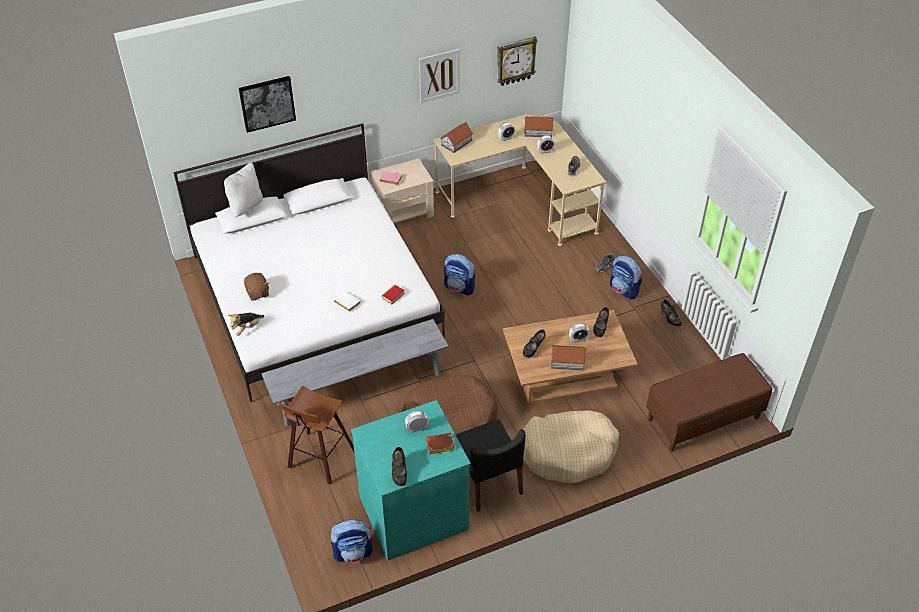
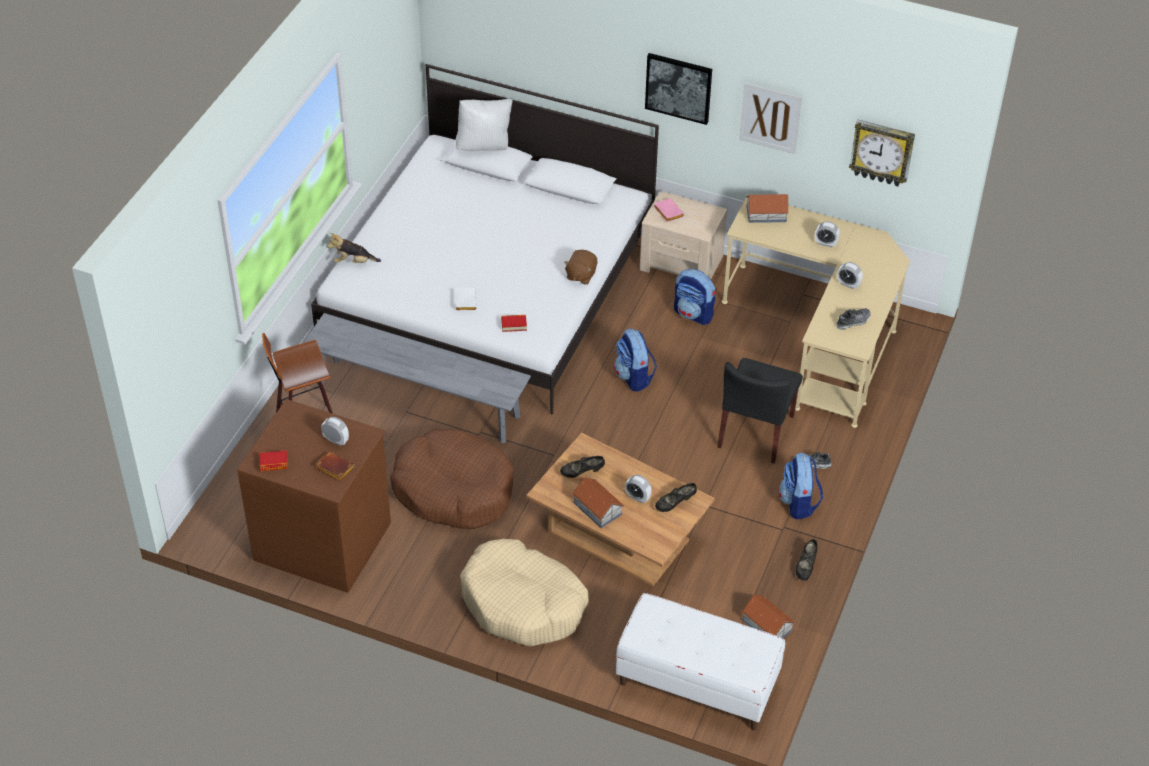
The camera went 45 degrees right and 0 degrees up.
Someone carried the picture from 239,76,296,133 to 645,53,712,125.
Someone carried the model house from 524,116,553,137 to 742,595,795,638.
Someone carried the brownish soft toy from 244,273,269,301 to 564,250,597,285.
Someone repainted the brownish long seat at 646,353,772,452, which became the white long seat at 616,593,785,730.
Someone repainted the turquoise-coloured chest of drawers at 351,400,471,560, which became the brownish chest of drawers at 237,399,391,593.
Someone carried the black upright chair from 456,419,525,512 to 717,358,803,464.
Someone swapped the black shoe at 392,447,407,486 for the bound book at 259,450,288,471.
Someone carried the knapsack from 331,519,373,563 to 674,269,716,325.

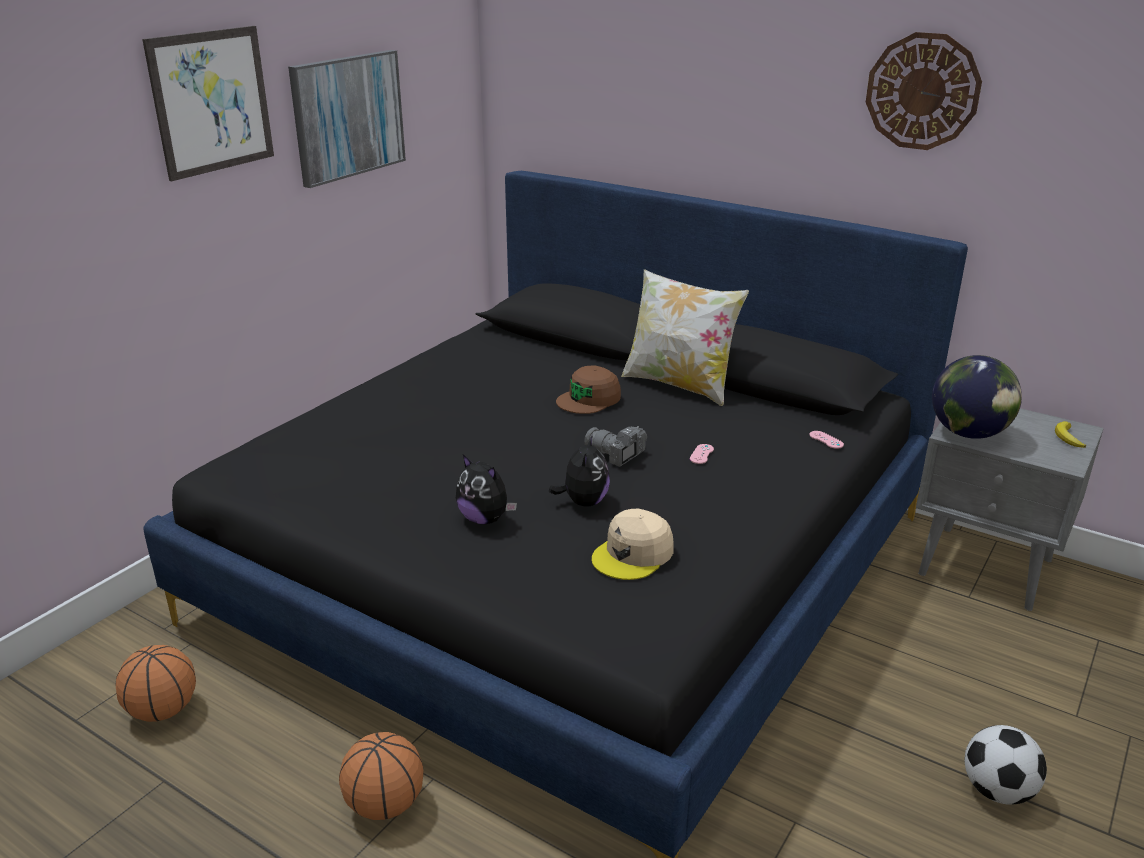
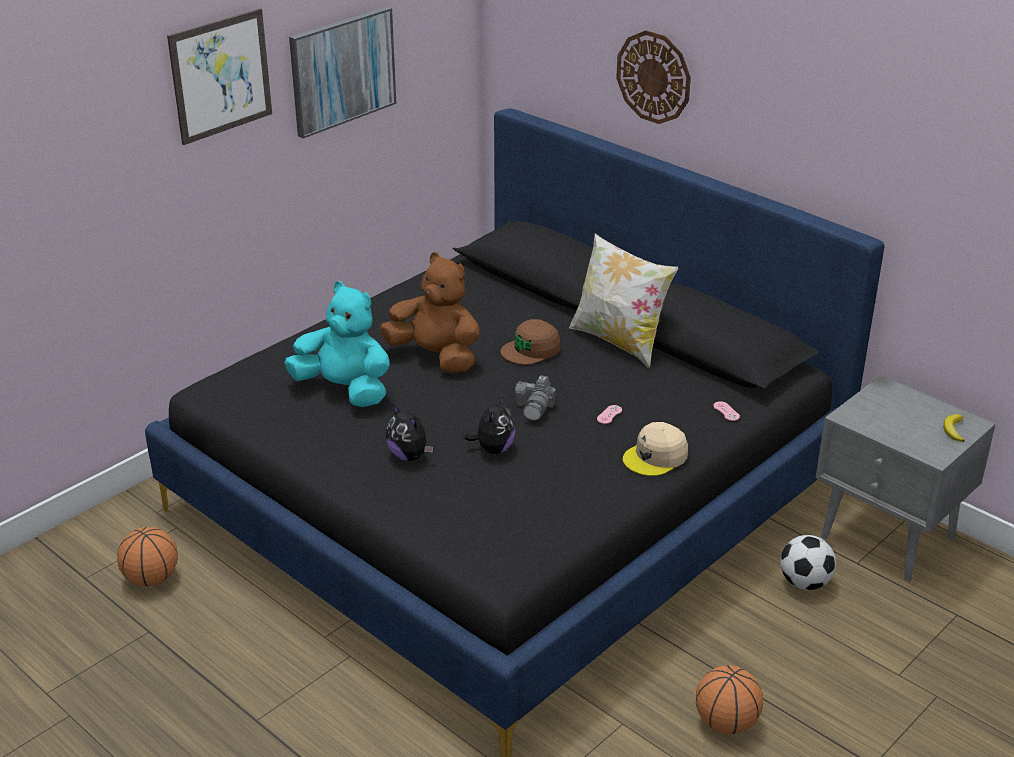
The camera went 10 degrees right and 5 degrees up.
Someone carried the hanging clock from 866,32,982,150 to 616,30,691,124.
Someone took away the globe at 932,355,1022,439.
Someone rotated the still camera at 584,426,647,467 by 120 degrees counterclockwise.
Someone carried the sand-coloured baseball cap from 592,508,674,580 to 623,422,688,476.
Someone carried the ball for football from 965,725,1047,805 to 780,535,836,590.
Someone carried the basketball ball from 339,732,424,820 to 696,665,763,734.
Someone put down the brownish soft toy at 380,252,480,374.
Someone put down the turquoise-coloured soft toy at 284,282,389,407.

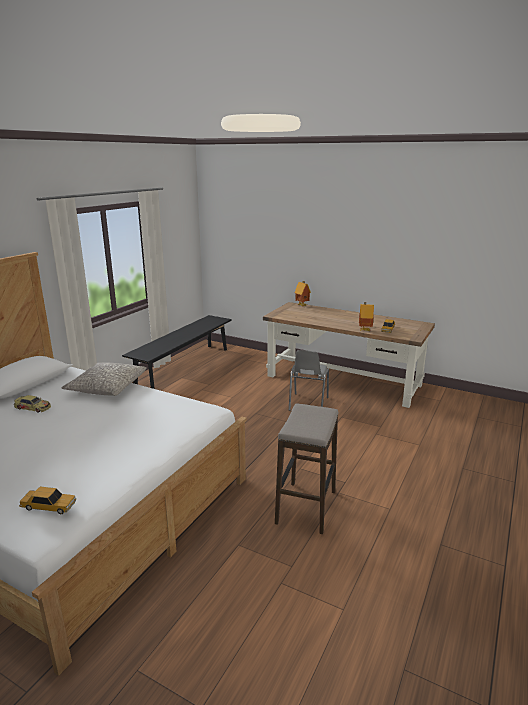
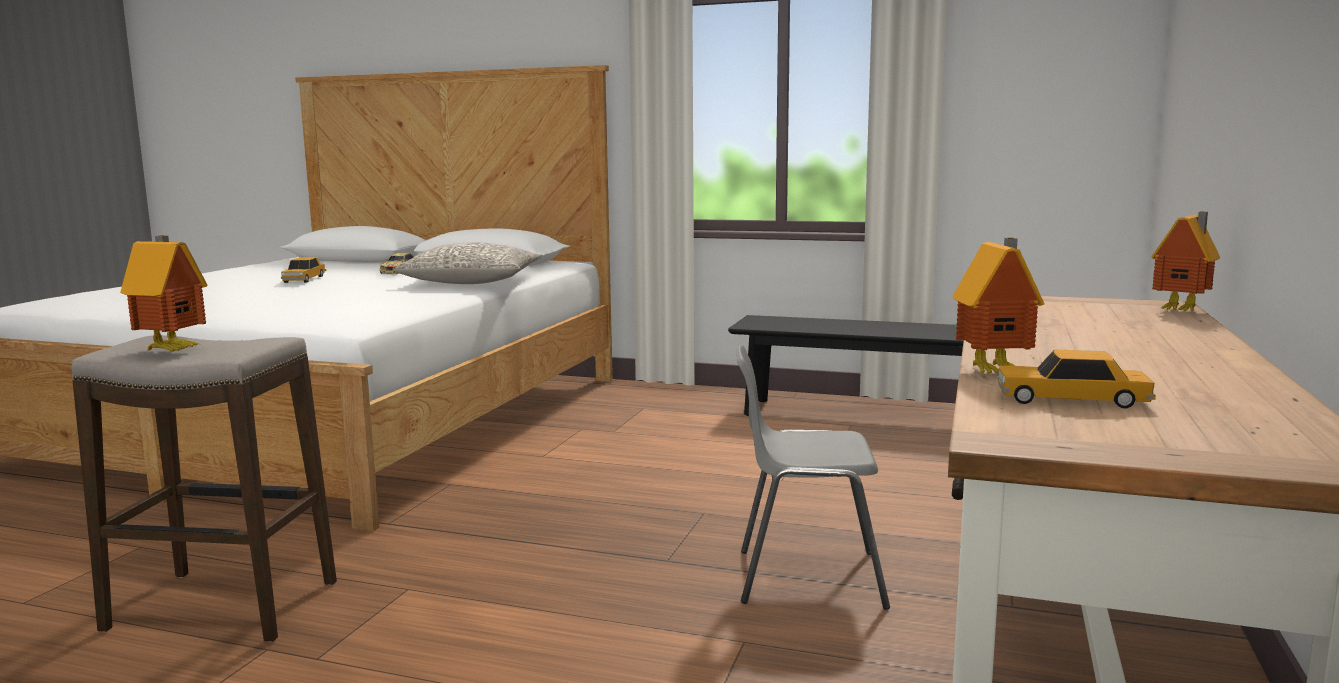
The camera went 80 degrees right and 10 degrees down.
Someone carried the toy car from 19,486,76,514 to 281,257,326,283.
Someone put down the model house at 120,235,208,352.

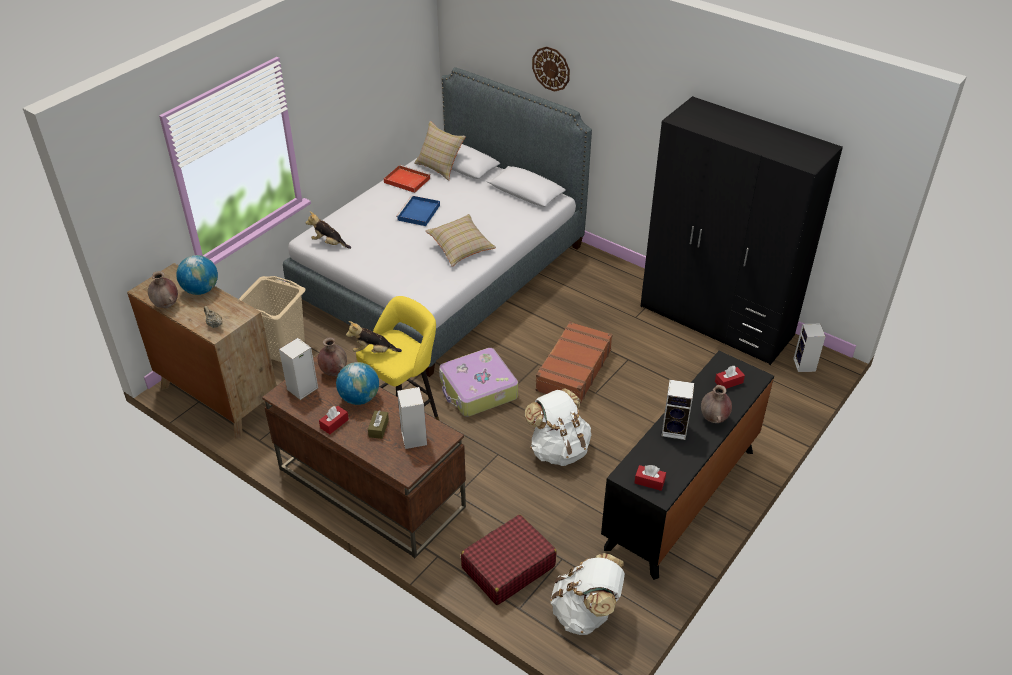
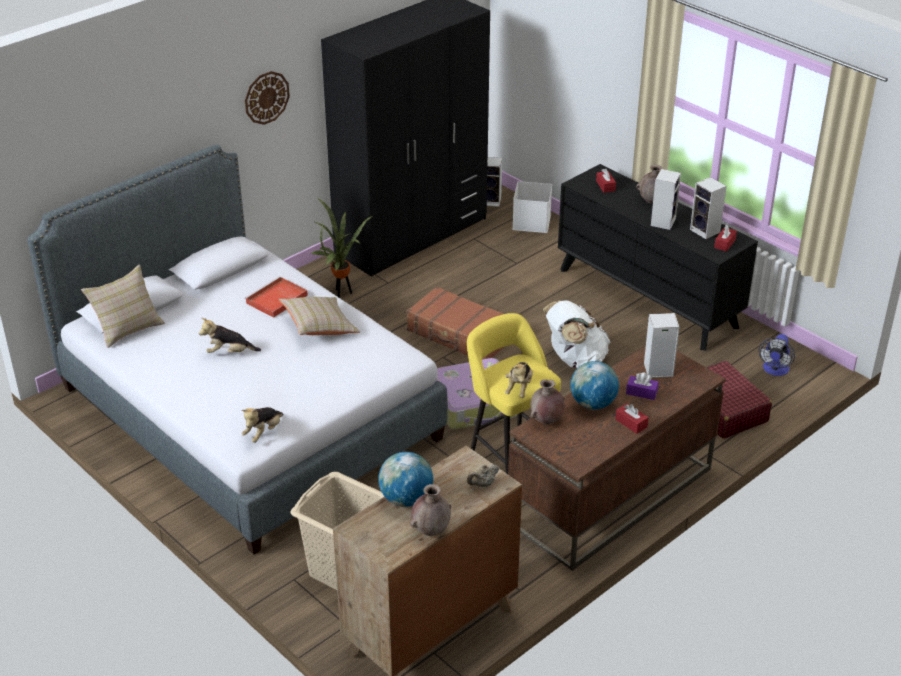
The camera went 80 degrees left and 5 degrees down.
Someone carried the hanging clock from 532,47,570,92 to 245,71,290,125.
Someone carried the reddish serving tray from 384,165,431,193 to 245,276,308,318.
Someone swapped the blue-coloured serving tray at 396,196,440,226 for the soft toy at 199,318,261,353.
Someone carried the speaker from 279,338,318,400 to 690,177,727,239.
Someone repainted the brownish box of tissues at 368,411,389,439, which became the purplish box of tissues at 626,372,659,400.
Someone swapped the white knapsack at 550,553,625,635 for the cooling fan at 758,334,795,376.
Someone put down the white storage box at 512,181,552,233.
Someone put down the plant in a pot at 311,199,372,298.

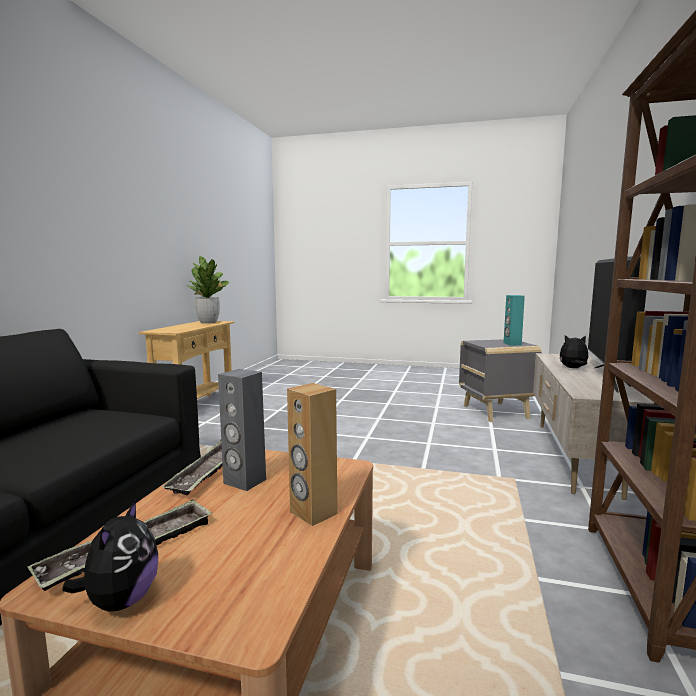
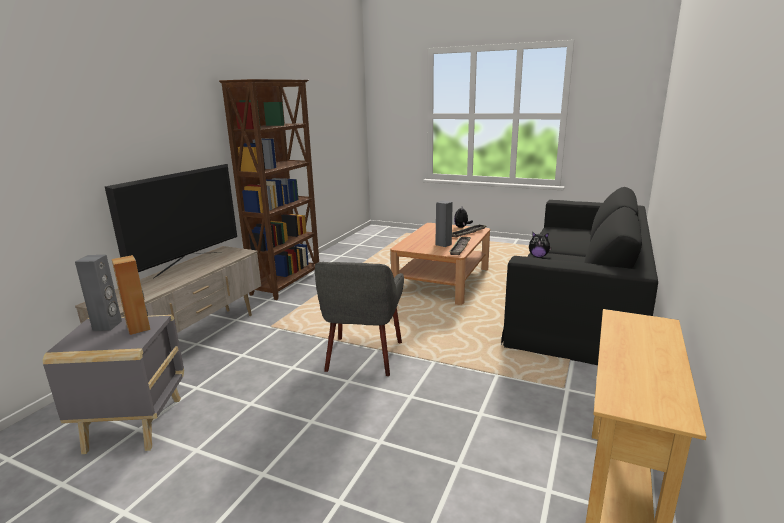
The camera went 170 degrees left and 10 degrees up.
Someone took away the plant in a pot at 186,256,229,324.
Someone repainted the turquoise-coloured speaker at 504,295,525,346, which became the grey speaker at 75,255,122,331.
Someone carried the soft toy from 560,335,588,368 to 529,232,552,257.
Someone carried the brownish speaker from 287,383,338,526 to 112,255,150,335.
Someone put down the grey easy chair at 315,262,404,376.

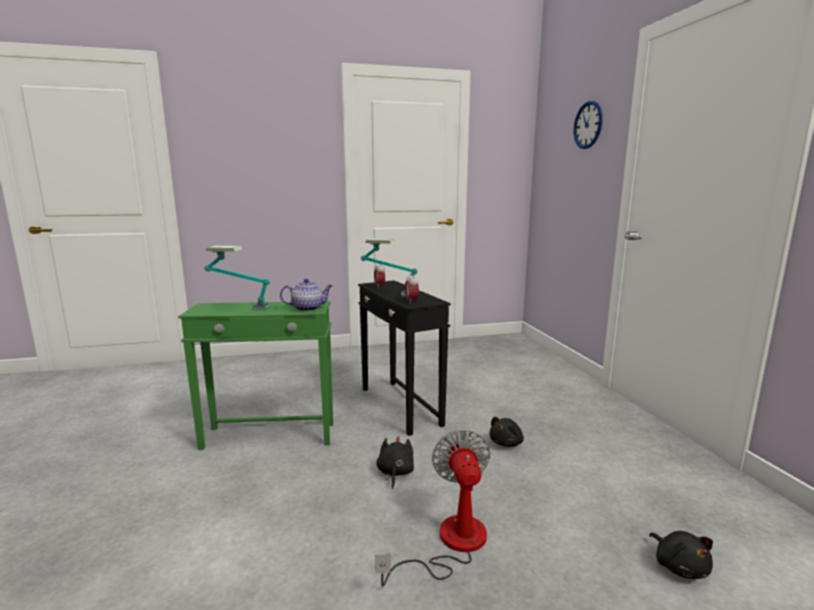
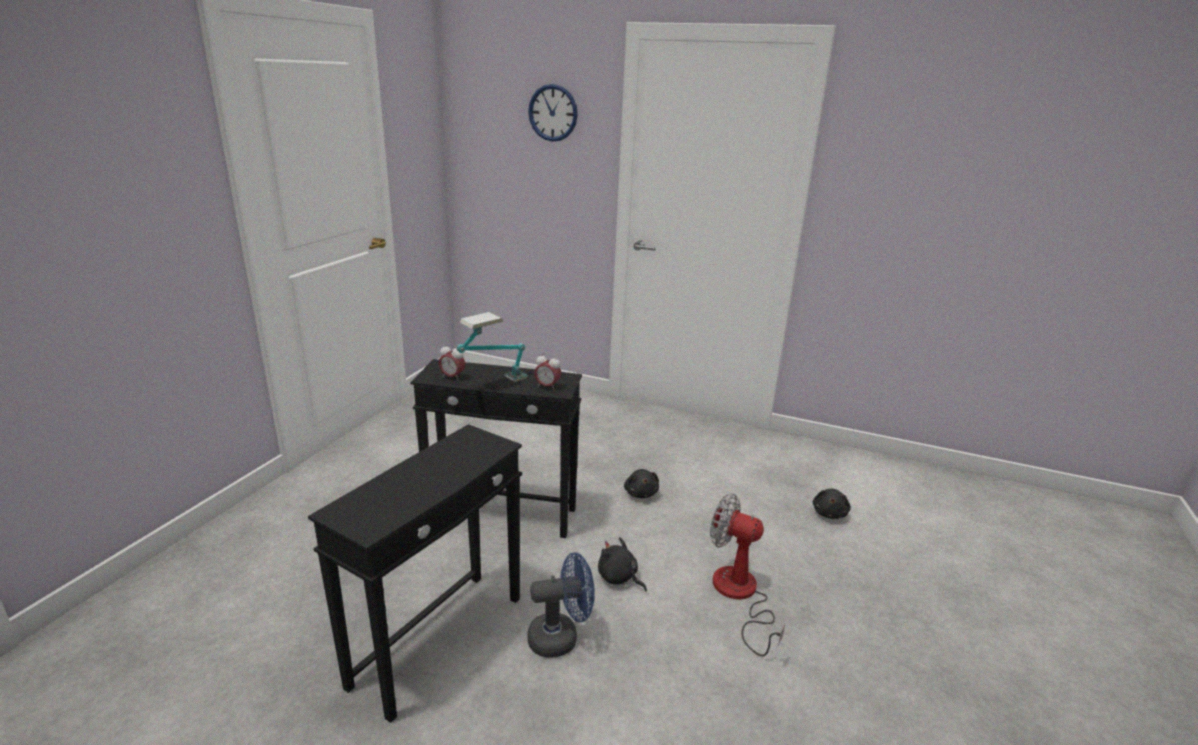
The camera went 55 degrees left and 10 degrees up.
Someone took away the table lamp at 204,245,271,310.
Someone took away the pot for tea at 280,279,333,311.
Someone repainted the green-coloured end table at 178,301,333,450, which became the black end table at 308,424,522,723.
Someone rotated the black soft toy at 649,531,713,579 by 90 degrees clockwise.
Someone put down the blue-coloured cooling fan at 527,552,595,658.

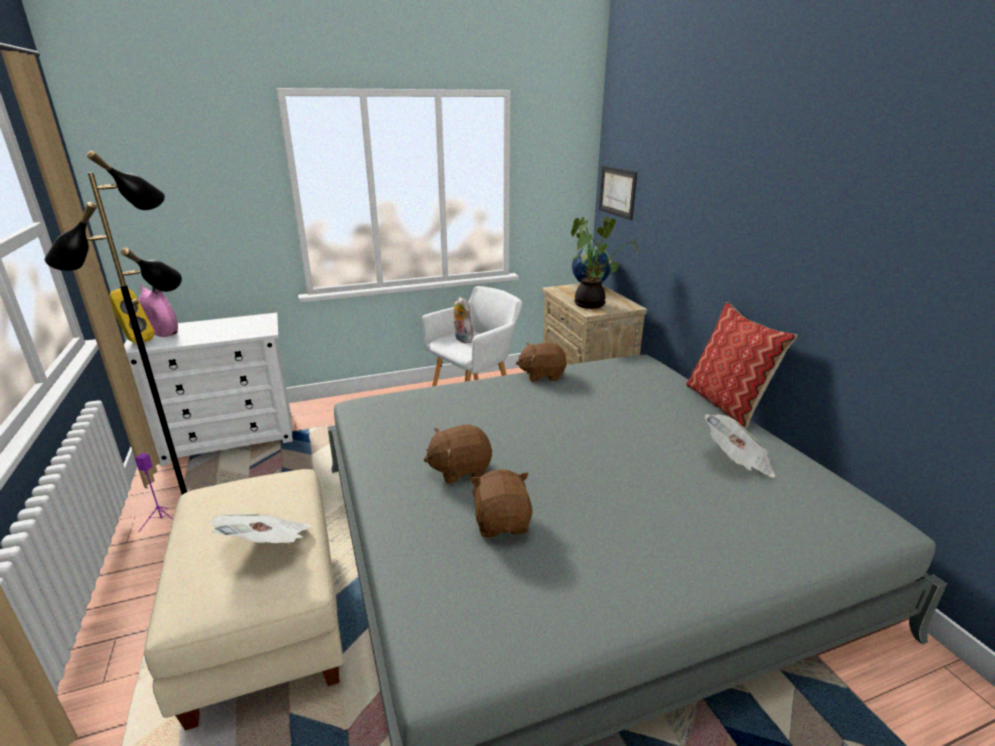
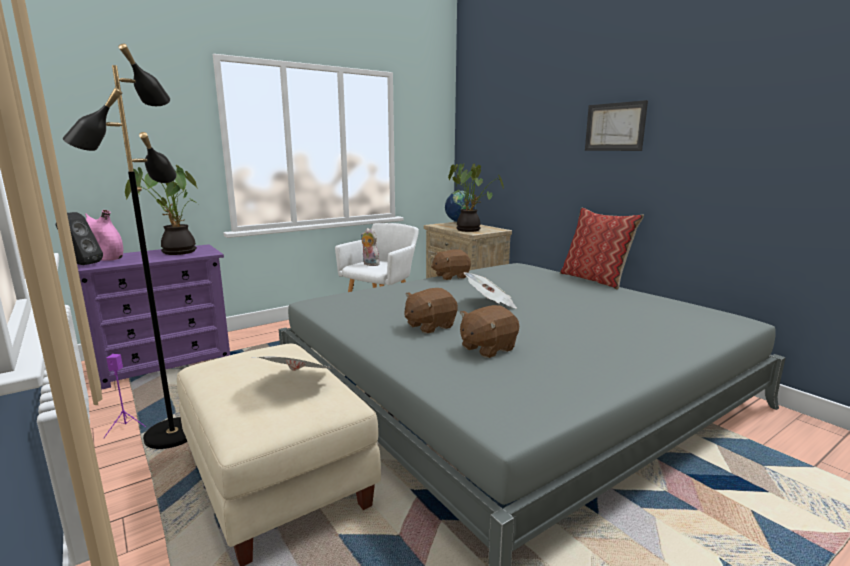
The camera went 15 degrees left and 10 degrees down.
Someone carried the picture from 599,166,637,220 to 585,100,648,151.
Someone repainted the yellow speaker at 109,288,154,344, which became the black speaker at 56,212,103,265.
Someone repainted the white chest of drawers at 124,313,293,466, which became the purplish chest of drawers at 77,244,230,390.
Someone carried the printed paper from 705,414,776,478 to 464,272,518,309.
Someone rotated the brownish soft toy at 469,469,533,537 by 105 degrees counterclockwise.
Someone put down the plant in a pot at 125,165,198,255.

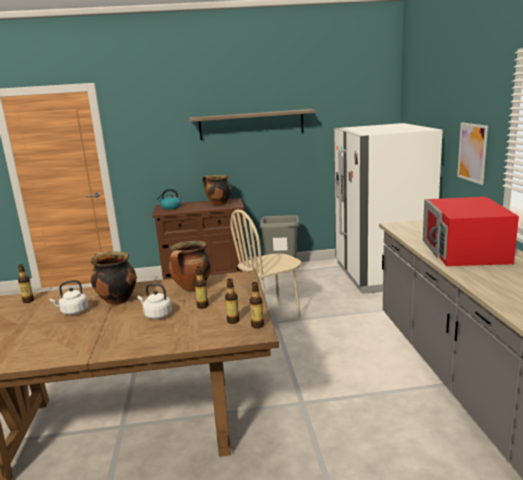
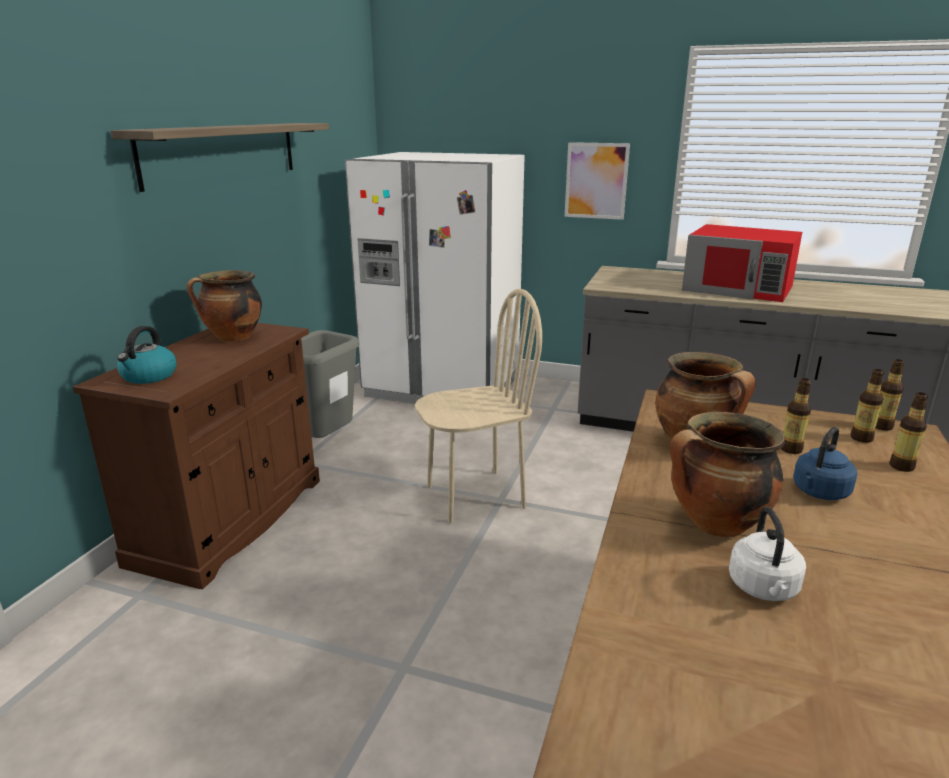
The camera went 65 degrees left and 5 degrees up.
Someone rotated the sand-coloured upright chair at 230,209,301,317 by 105 degrees counterclockwise.
Someone carried the bottle from 18,264,34,303 to 889,392,928,472.
Someone repainted the white tea kettle at 138,283,172,319, which became the blue-coloured tea kettle at 793,427,857,500.

